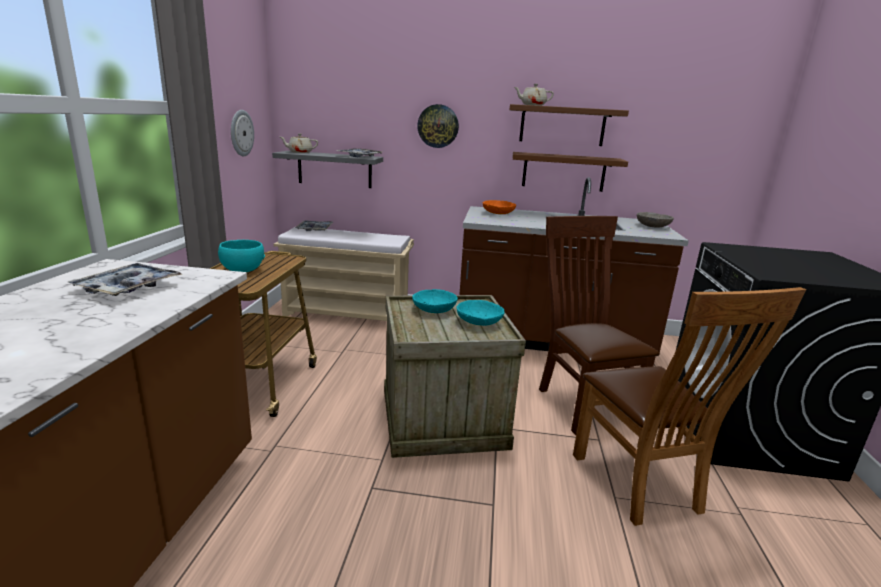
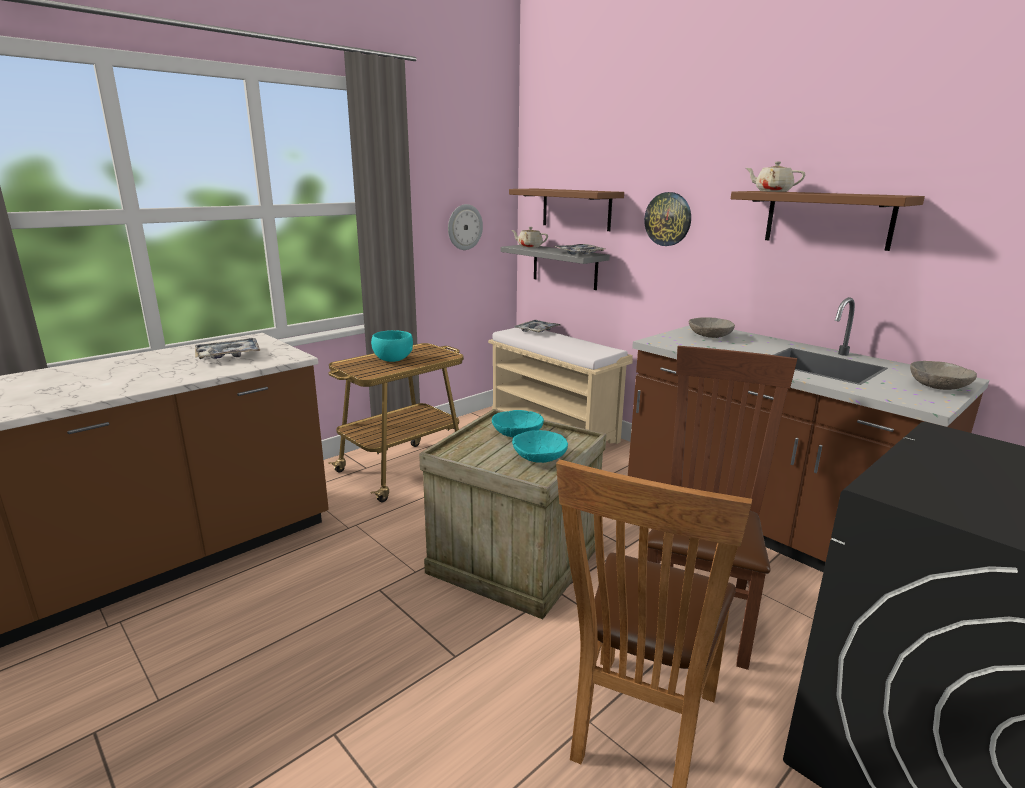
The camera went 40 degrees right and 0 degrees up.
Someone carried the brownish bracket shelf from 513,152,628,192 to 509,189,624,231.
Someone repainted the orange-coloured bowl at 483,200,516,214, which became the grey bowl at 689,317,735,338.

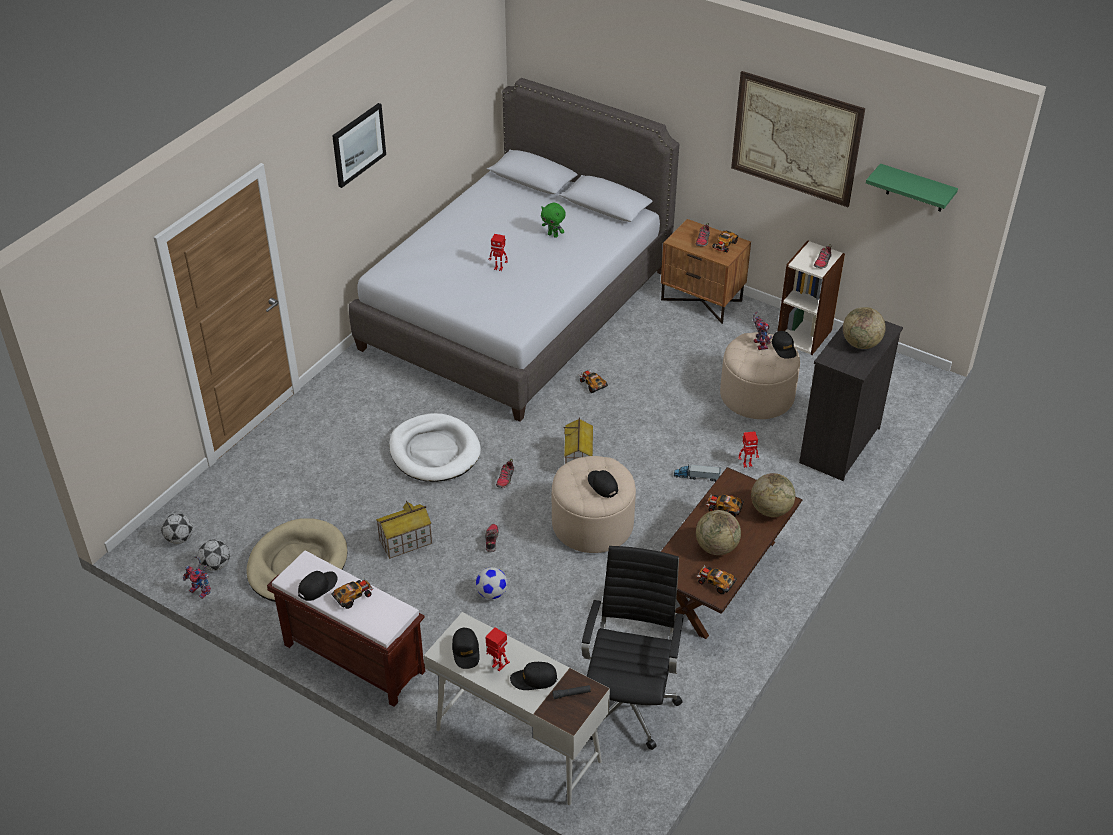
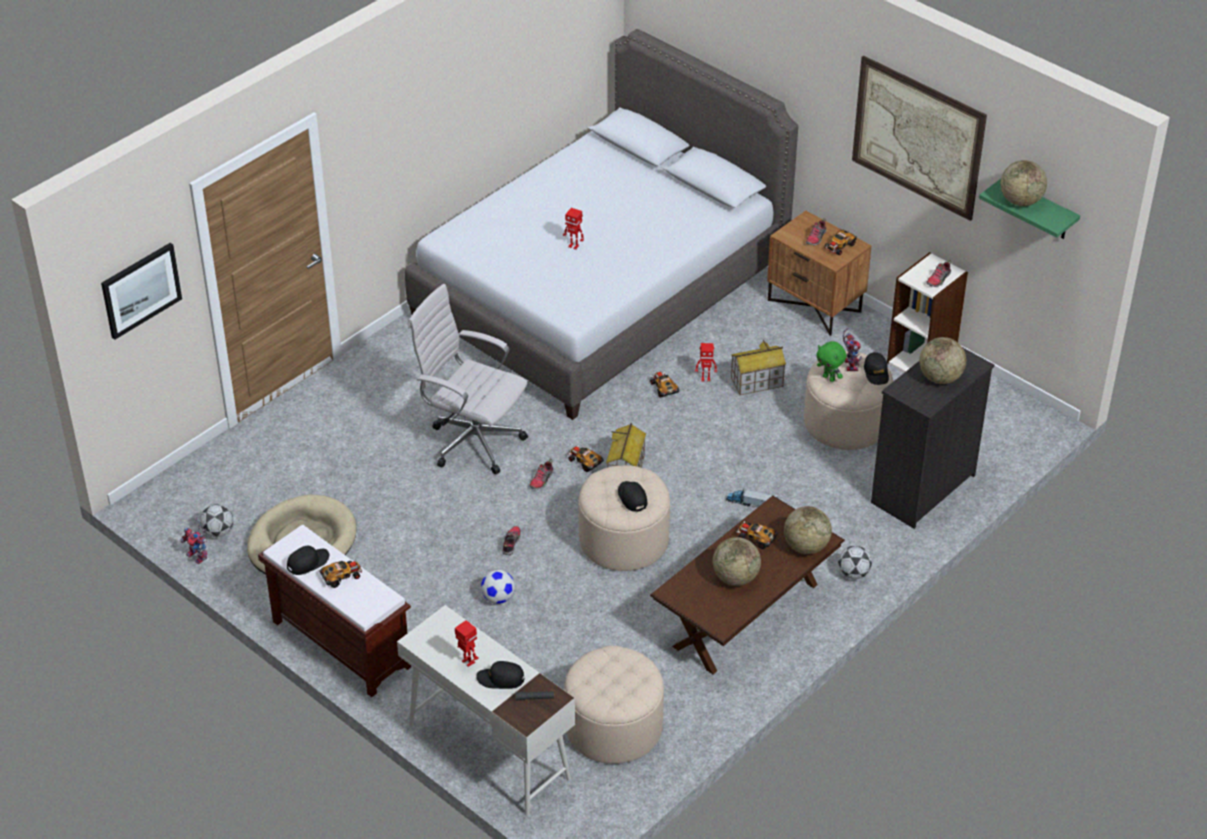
The camera went 10 degrees right and 0 degrees up.
Someone carried the picture from 332,103,386,188 to 101,243,182,340.
Someone carried the green-coloured soft toy from 541,203,566,238 to 816,341,846,382.
Someone swapped the white pet bed at 389,413,481,482 for the white desk chair at 408,284,528,474.
Someone carried the robot figure from 738,431,759,468 to 695,343,717,382.
Someone carried the model house from 376,501,432,559 to 731,340,786,395.
Someone carried the ball for football from 161,513,193,544 to 838,546,872,579.
Someone swapped the black desk chair at 582,546,684,750 for the sand-coloured footrest at 564,646,664,764.
Someone carried the toy car from 697,565,737,594 to 568,445,604,472.
Someone took away the black baseball cap at 452,628,480,669.
Someone put down the globe at 1001,160,1047,206.

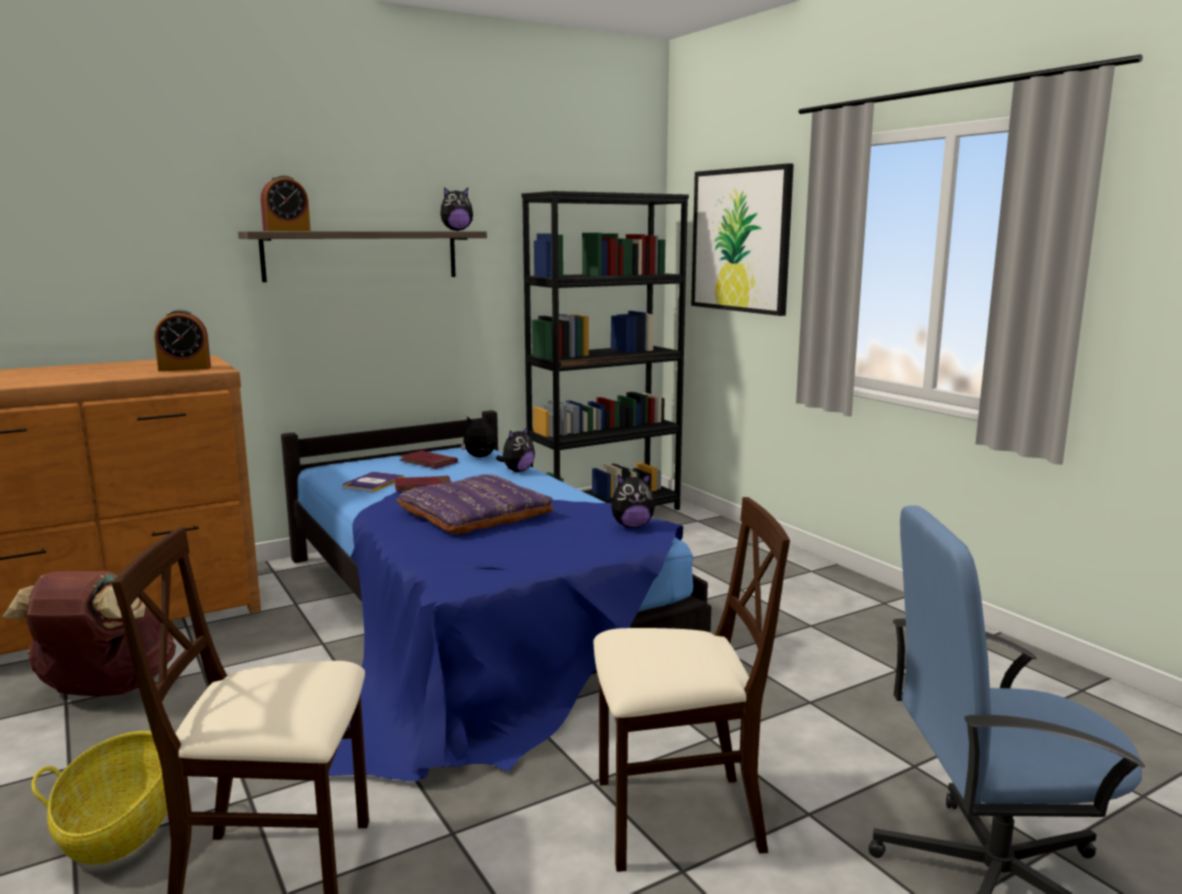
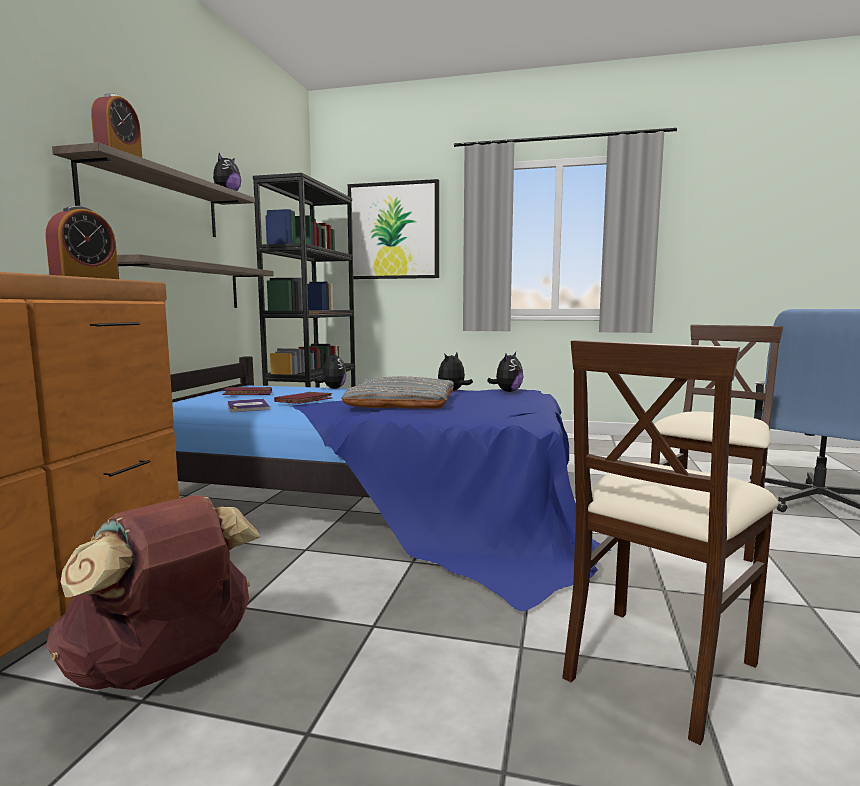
The camera went 45 degrees left and 5 degrees down.
Someone carried the soft toy from 461,415,497,457 to 438,353,473,391.
Someone repainted the purplish cushion at 396,474,553,535, which became the grey cushion at 341,376,454,409.
Someone took away the household basket at 32,731,167,864.
Someone put up the bracket shelf at 117,254,274,308.

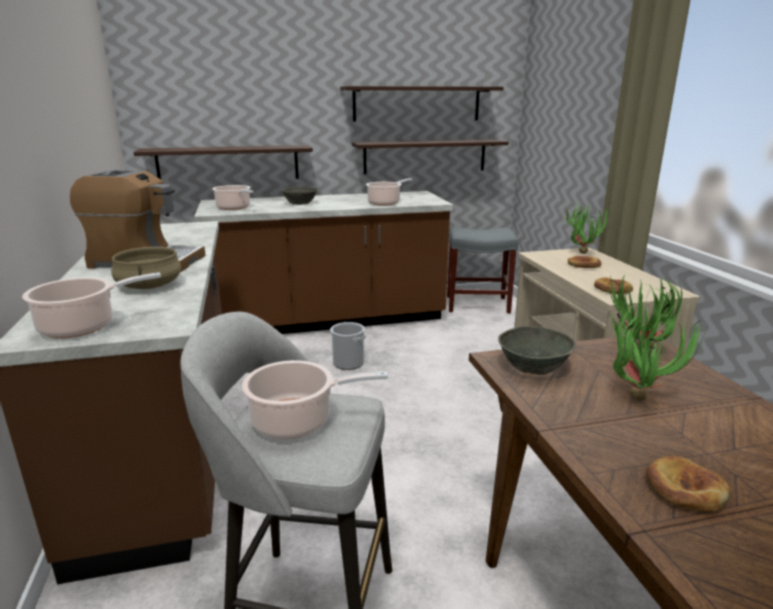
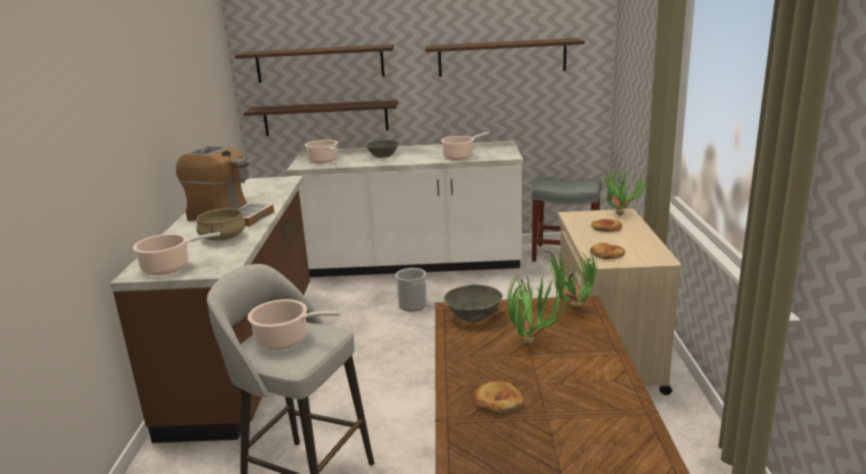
The camera went 15 degrees right and 0 degrees up.
Someone carried the bracket shelf from 352,139,509,174 to 235,44,394,83.
Someone repainted the brownish counter at 194,191,453,334, which became the white counter at 286,141,523,277.

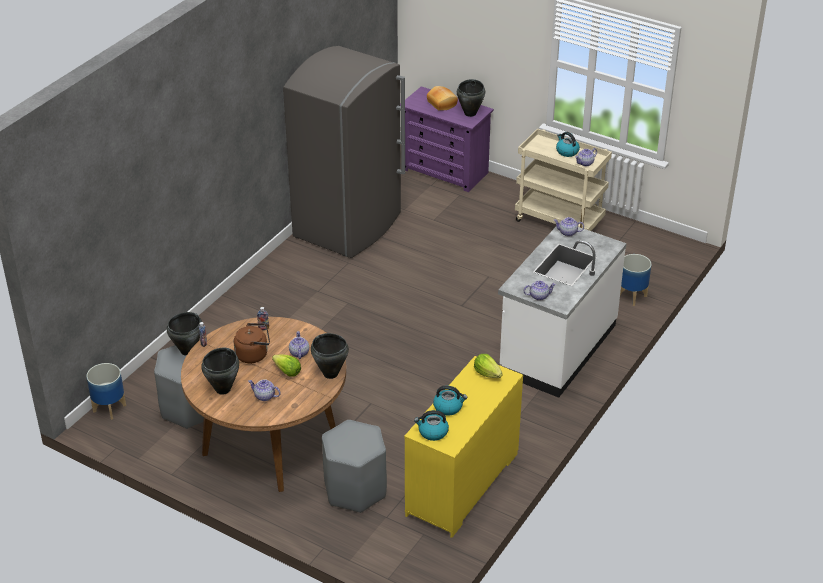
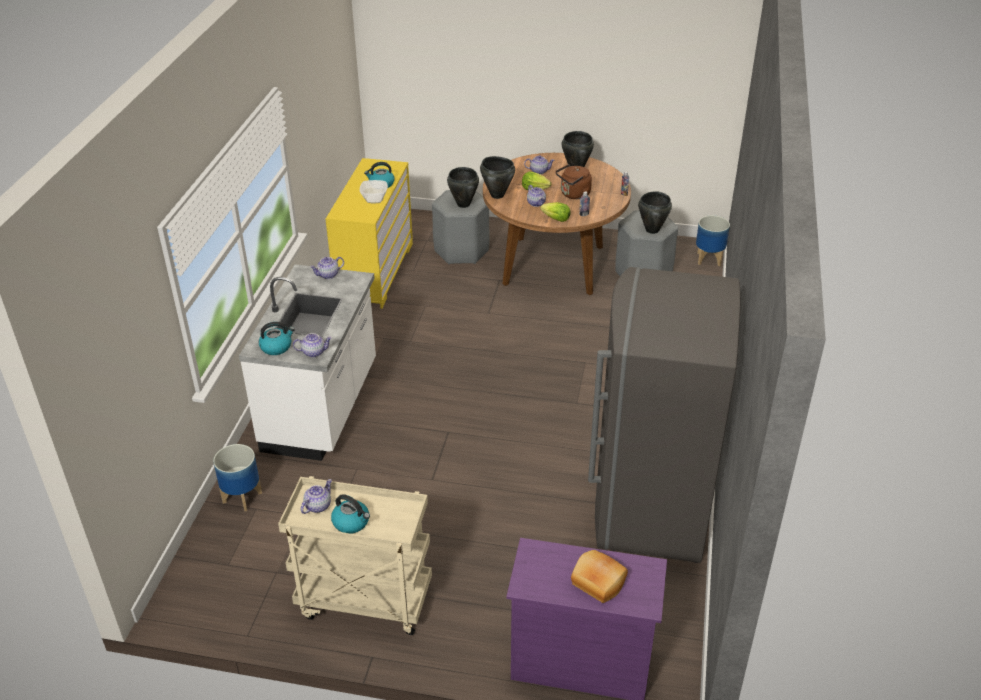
The camera went 160 degrees right and 0 degrees up.
Someone carried the black saucepot from 457,79,485,117 to 447,167,479,208.
Someone carried the lettuce head from 474,354,503,378 to 540,202,570,222.
Someone carried the tea kettle from 414,410,449,441 to 259,322,295,355.
Someone put down the bowl at 360,180,388,203.

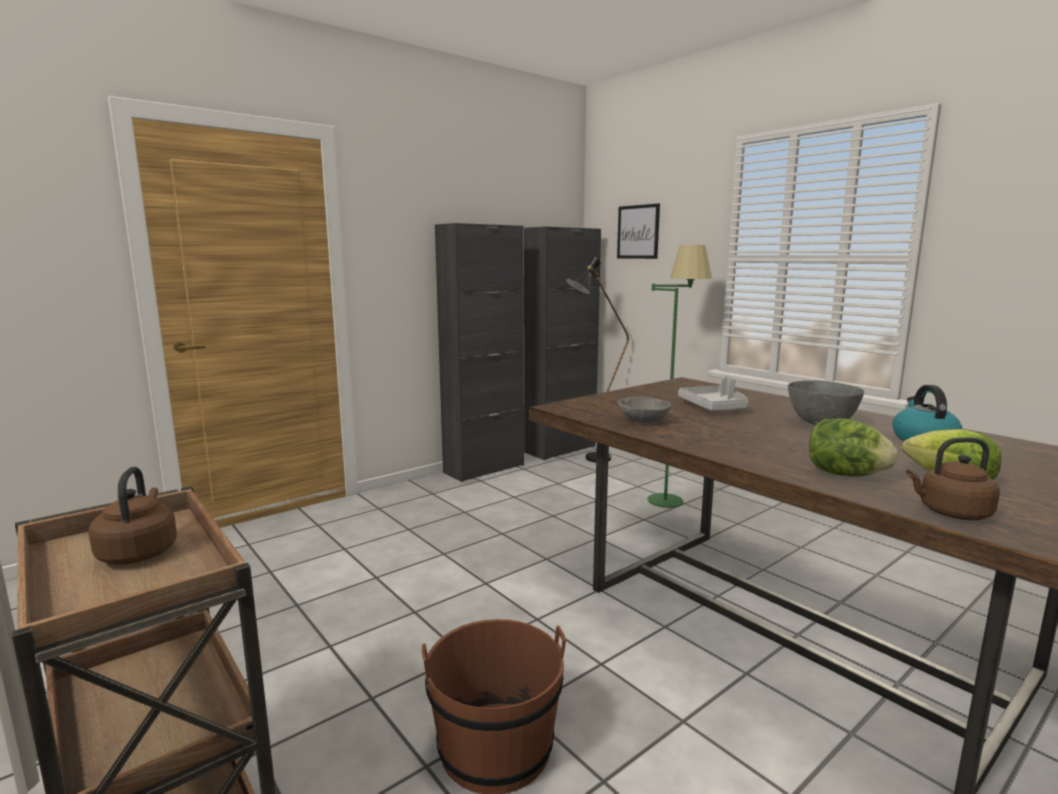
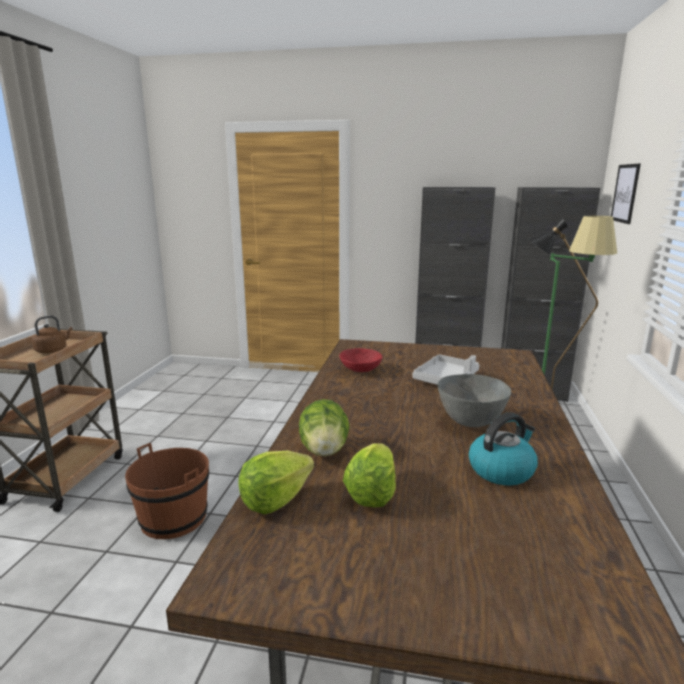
The camera went 50 degrees right and 5 degrees up.
Someone repainted the grey bowl at 618,397,671,423, which became the reddish bowl at 339,348,383,372.
Someone swapped the brownish tea kettle at 906,437,1000,520 for the lettuce head at 238,450,314,514.

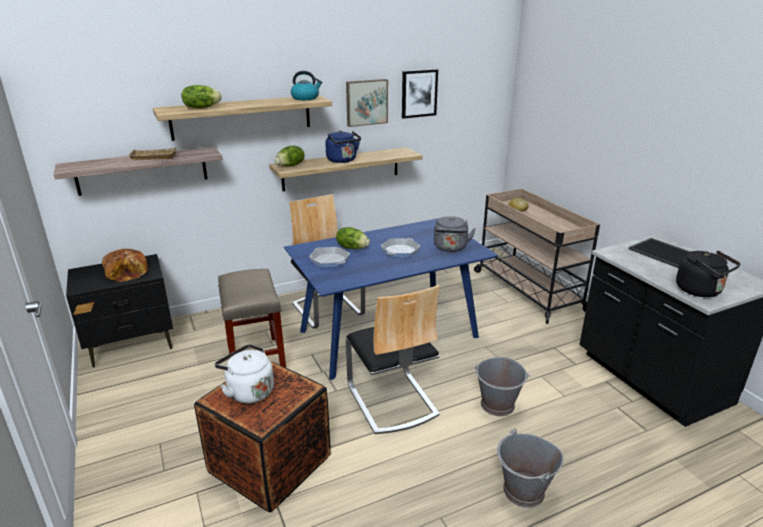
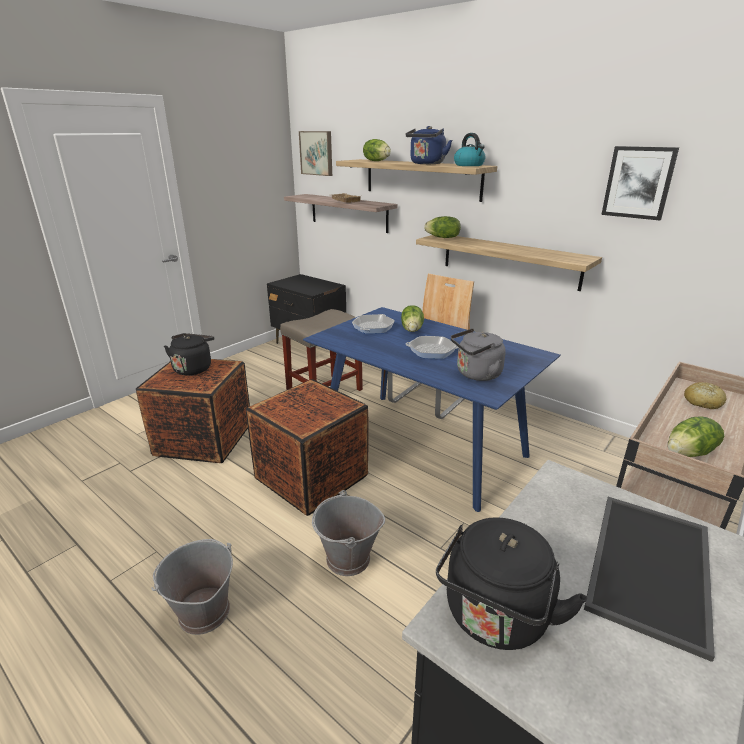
The camera went 65 degrees right and 0 degrees up.
Someone carried the picture from 346,79,388,127 to 299,131,332,176.
Someone carried the blue-coloured tea kettle from 325,130,361,163 to 406,126,452,164.
Someone took away the baked bread at 102,249,148,282.
Someone swapped the upright chair at 346,285,440,434 for the shipping crate at 246,379,368,516.
Someone repainted the white tea kettle at 215,344,274,404, which became the black tea kettle at 164,333,214,375.
Someone put down the lettuce head at 668,416,724,457.

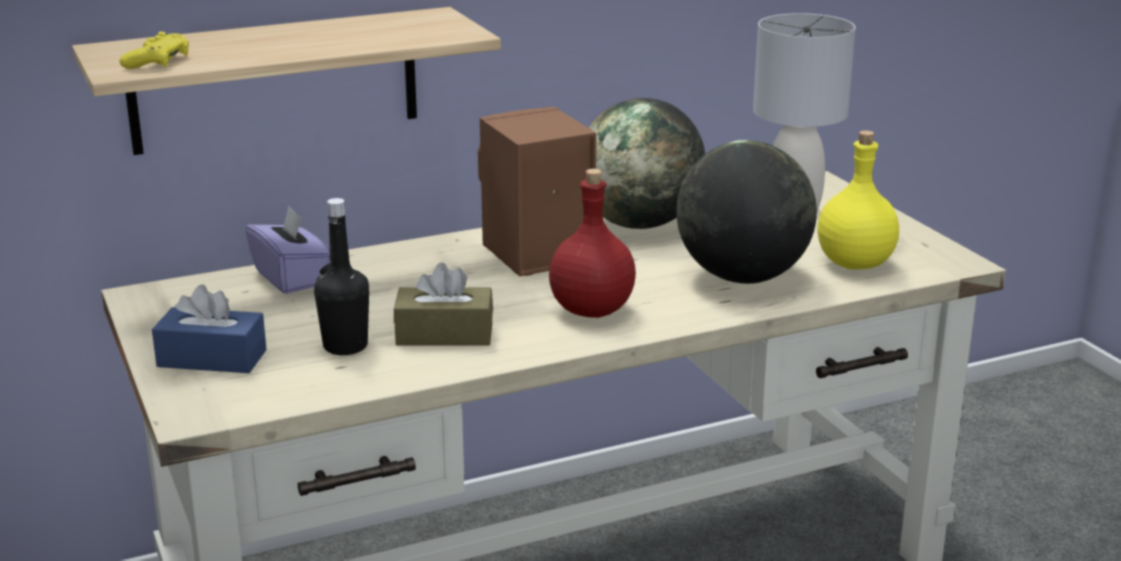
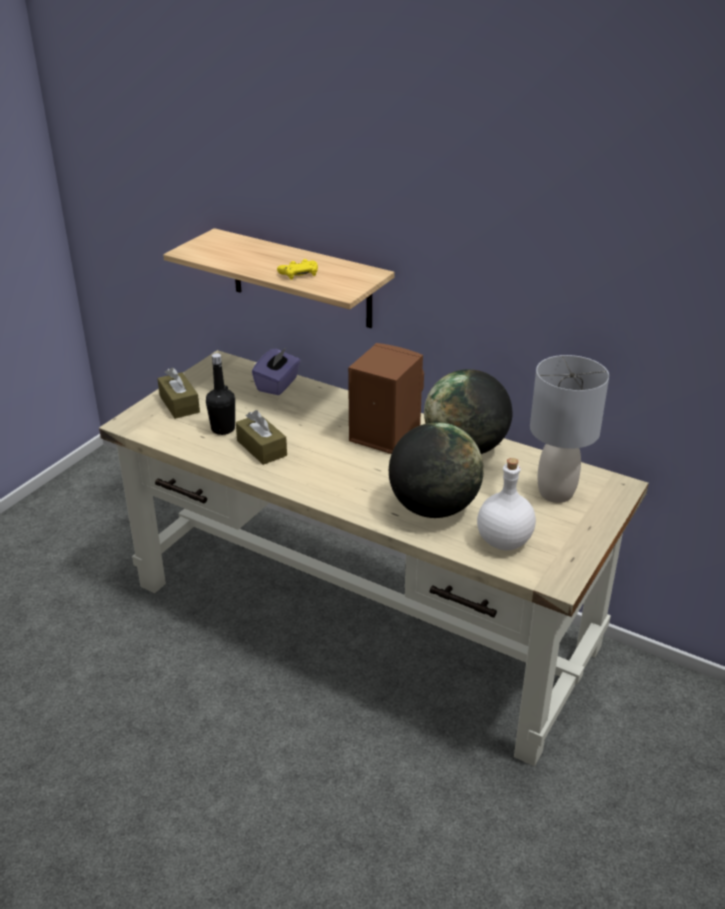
The camera went 55 degrees right and 10 degrees up.
Someone carried the yellow gamepad from 119,31,189,69 to 277,259,318,280.
Someone repainted the yellow bottle at 817,131,899,270, which became the white bottle at 477,458,536,550.
Someone took away the reddish bottle at 549,169,636,318.
Someone repainted the blue-coloured box of tissues at 152,284,267,373, which became the brownish box of tissues at 157,367,200,419.

